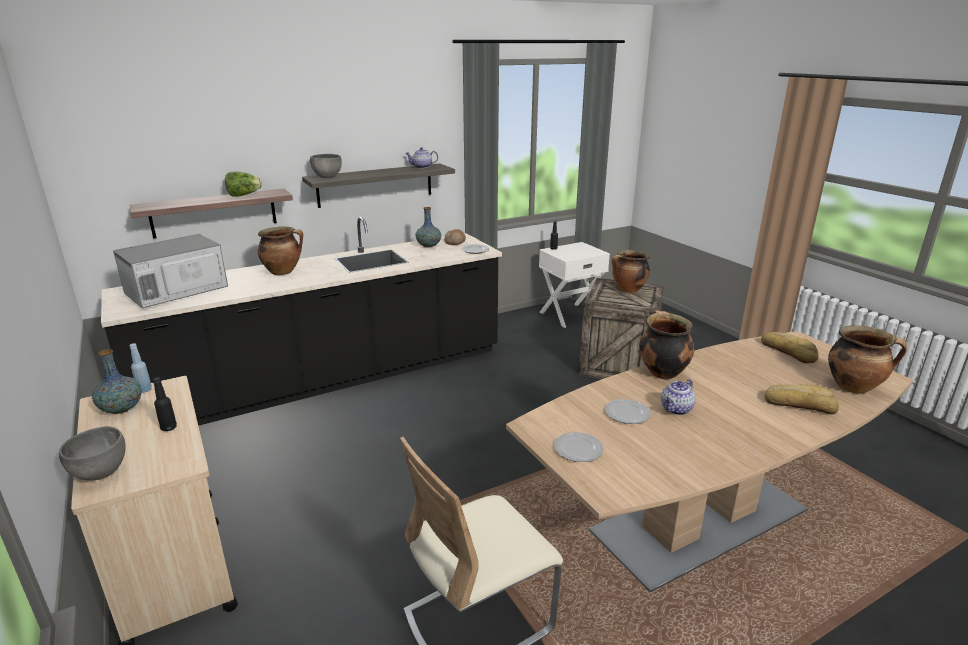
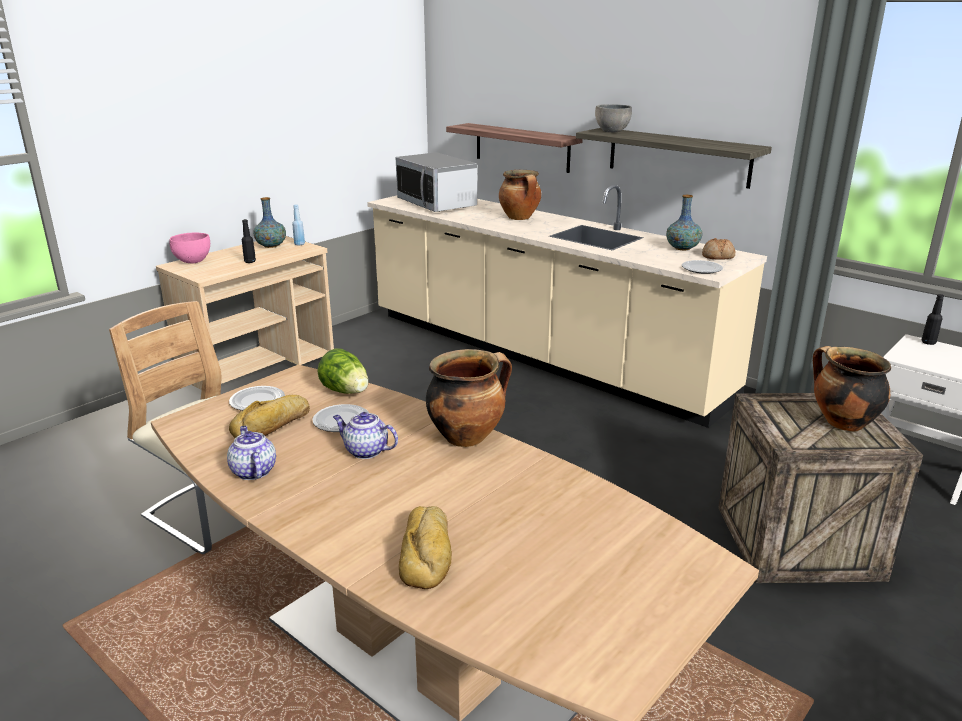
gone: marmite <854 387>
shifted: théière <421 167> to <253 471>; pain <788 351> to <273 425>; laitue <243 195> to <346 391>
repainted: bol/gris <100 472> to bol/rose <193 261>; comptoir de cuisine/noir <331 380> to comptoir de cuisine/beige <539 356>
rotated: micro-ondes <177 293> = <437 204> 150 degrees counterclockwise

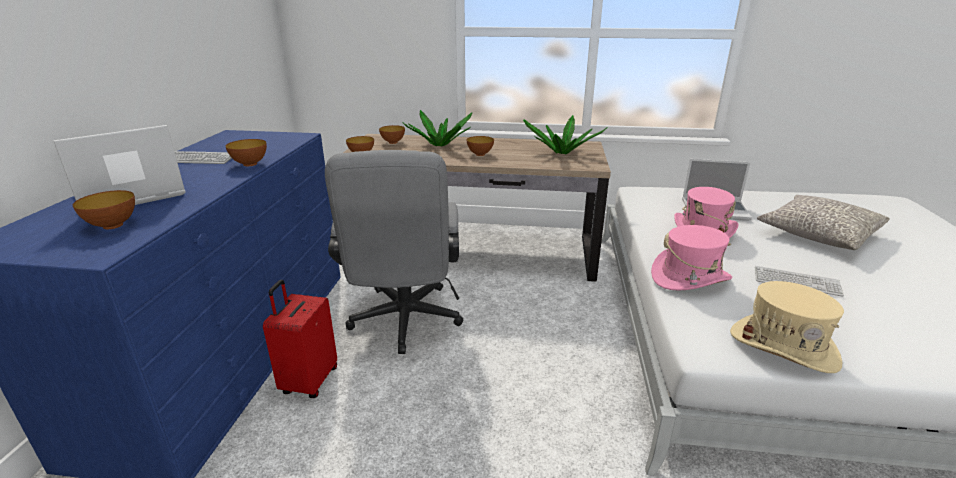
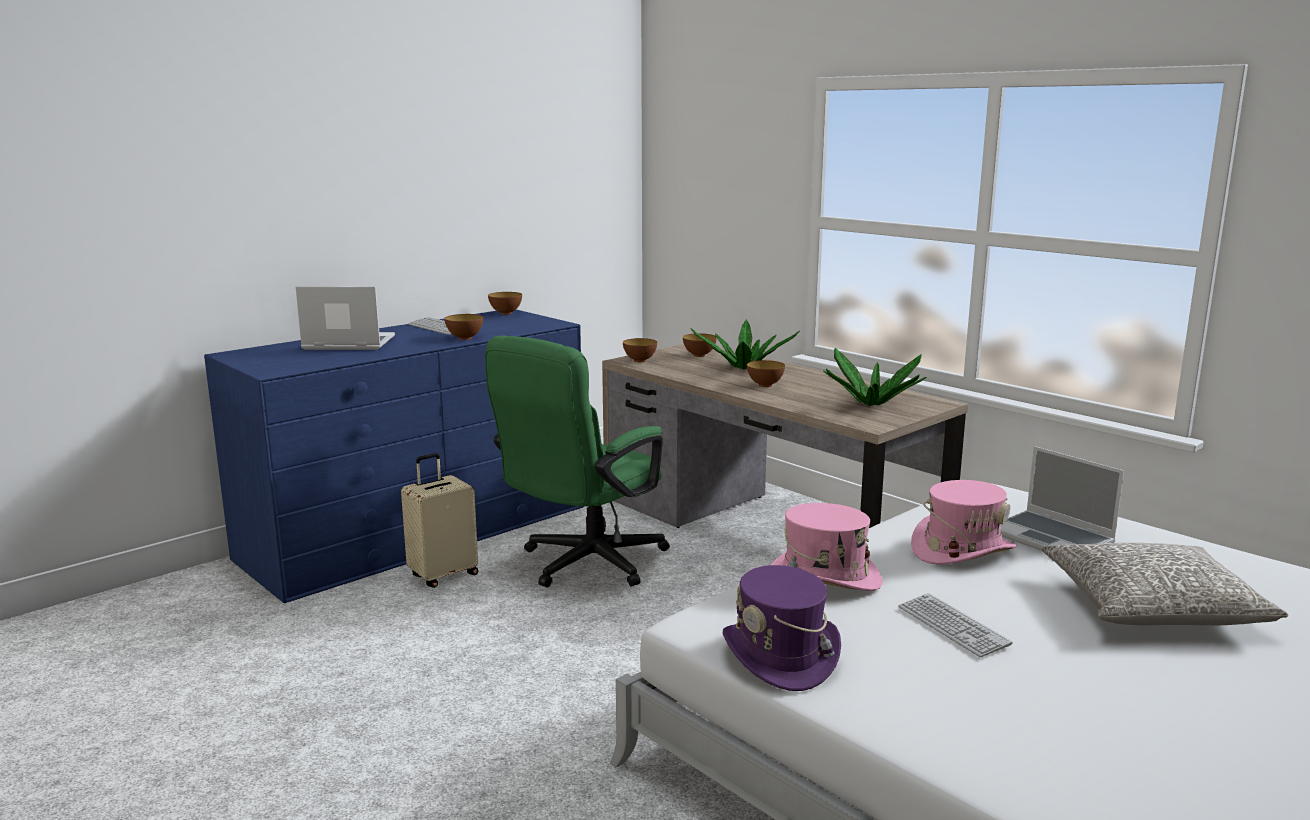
shifted: bol <113 225> to <505 313>
repainted: valise/rouge <309 381> to valise/beige <443 575>; chaise de bureau/gris <404 323> to chaise de bureau/vert <583 565>; chapeau/beige <783 347> to chapeau/violet <781 656>

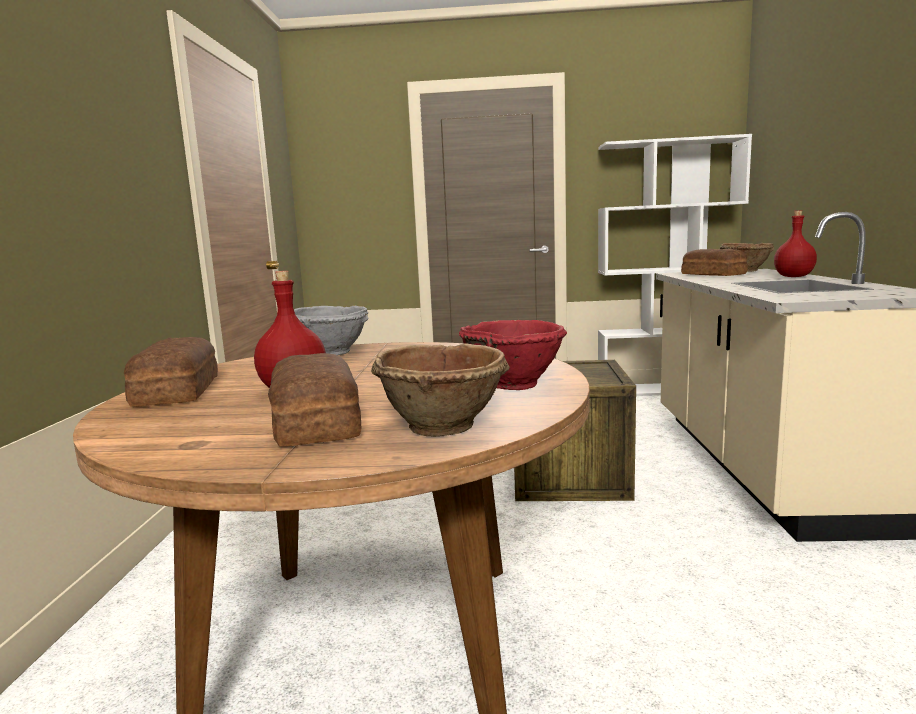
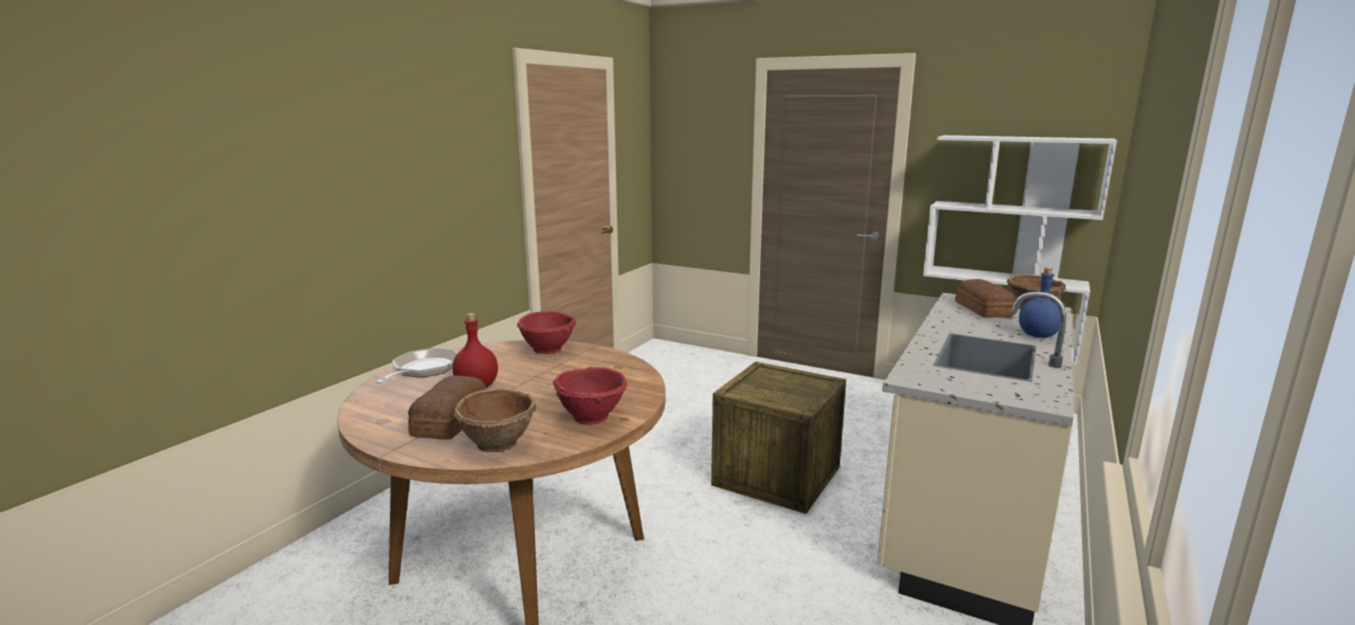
swapped: pain <174 391> to poêle <423 370>
repainted: bol/gris <332 353> to bol/rouge <548 349>; bouteille/rouge <793 276> to bouteille/bleu <1038 335>

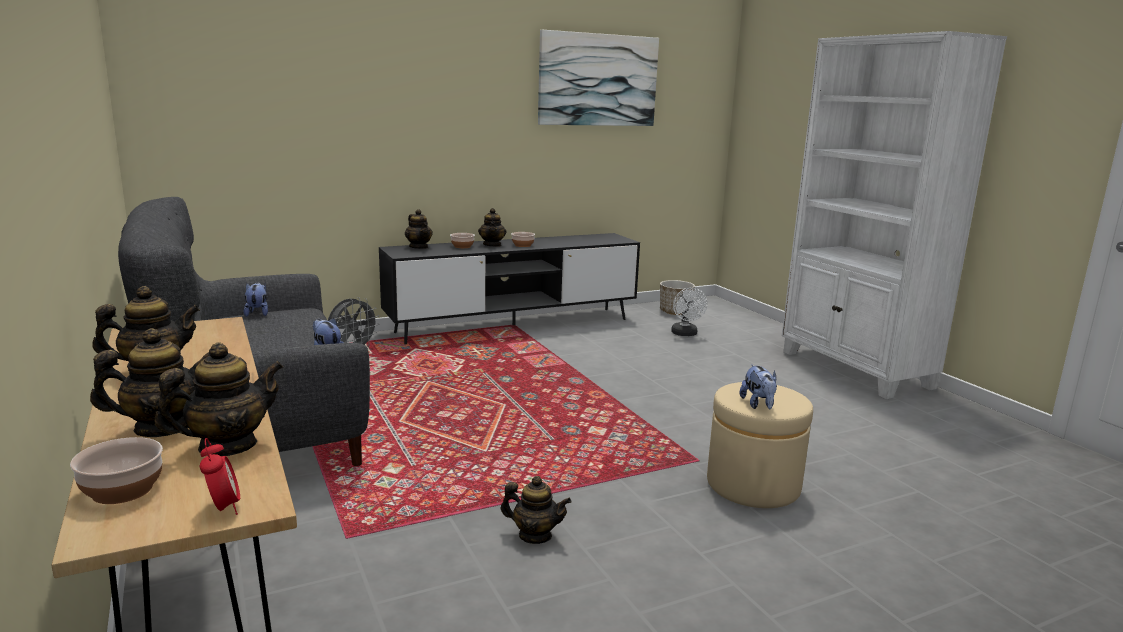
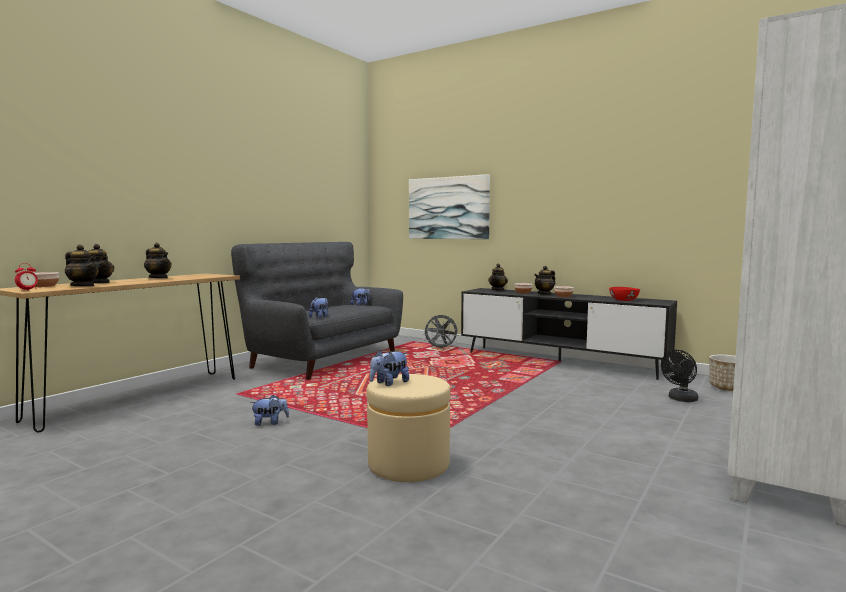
new: bol/rouge <623 300>
shifted: tableau <598 80> to <448 208>
swapped: théière <535 535> to peluche <270 423>
repainted: ventilateur/blanc <685 334> to ventilateur/noir <680 399>

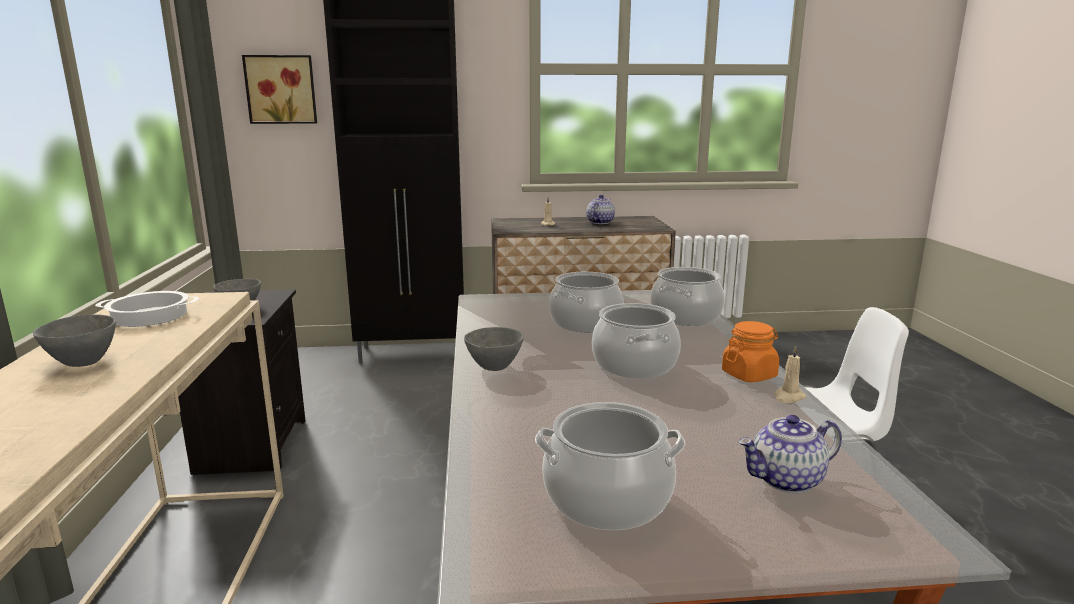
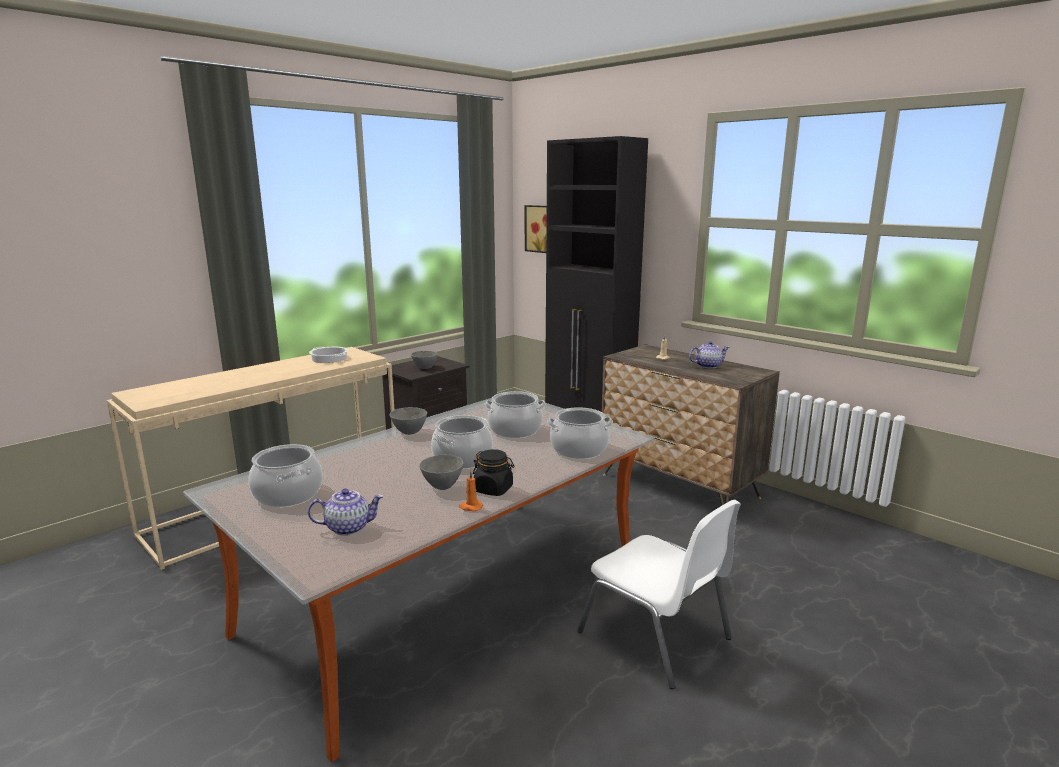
shifted: bol/gris <82 362> to <442 486>
repainted: bougie/beige <788 397> to bougie/orange <470 507>; bocal/orange <749 375> to bocal/noir <493 489>
rotated: théière <786 480> = <348 527> 135 degrees clockwise

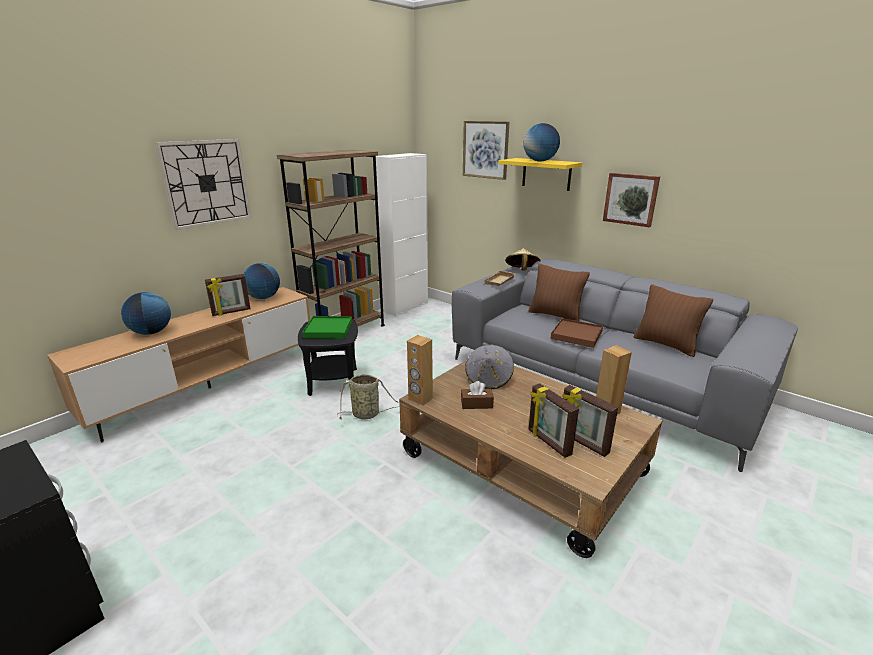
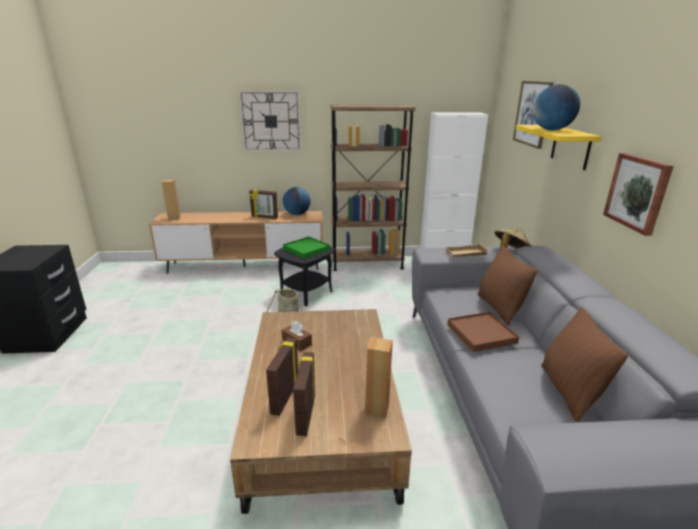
gone: globe <151 332>; chapeau/gris <489 379>
shifted: enceinte/marron <420 399> to <174 218>

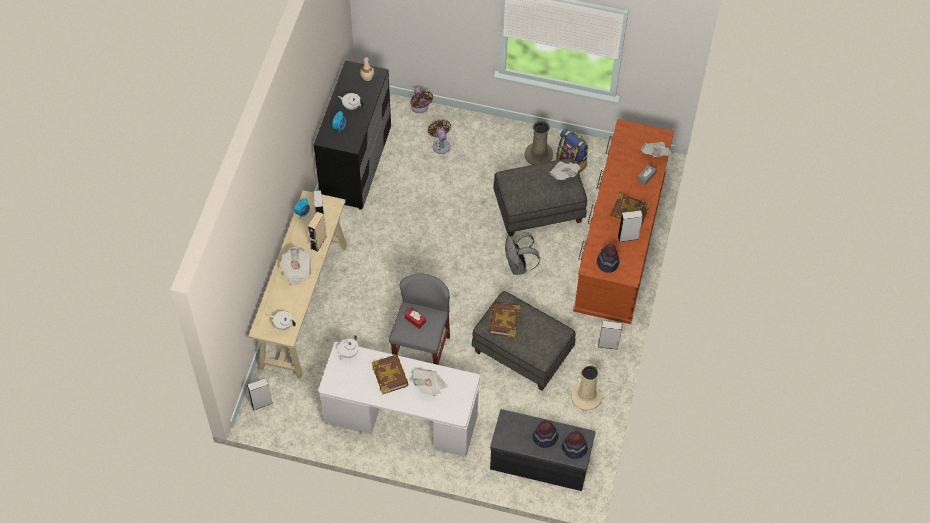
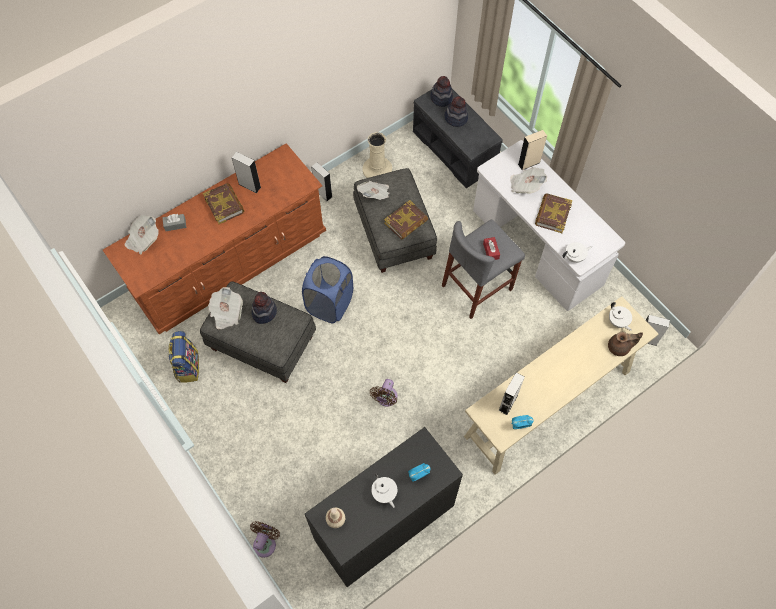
gone: vase/beige <538 154>
new: théière/marron <619 347>
shifted: chapeau <608 263> to <264 312>; journal <297 271> to <375 195>; ventilateur/marron <440 145> to <385 398>; enceinte/beige <318 242> to <529 163>
swapped: sac à dos/gris <518 266> to panier à linge/bleu <330 304>

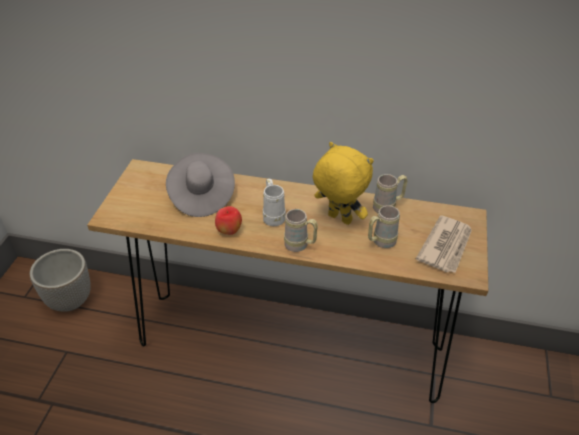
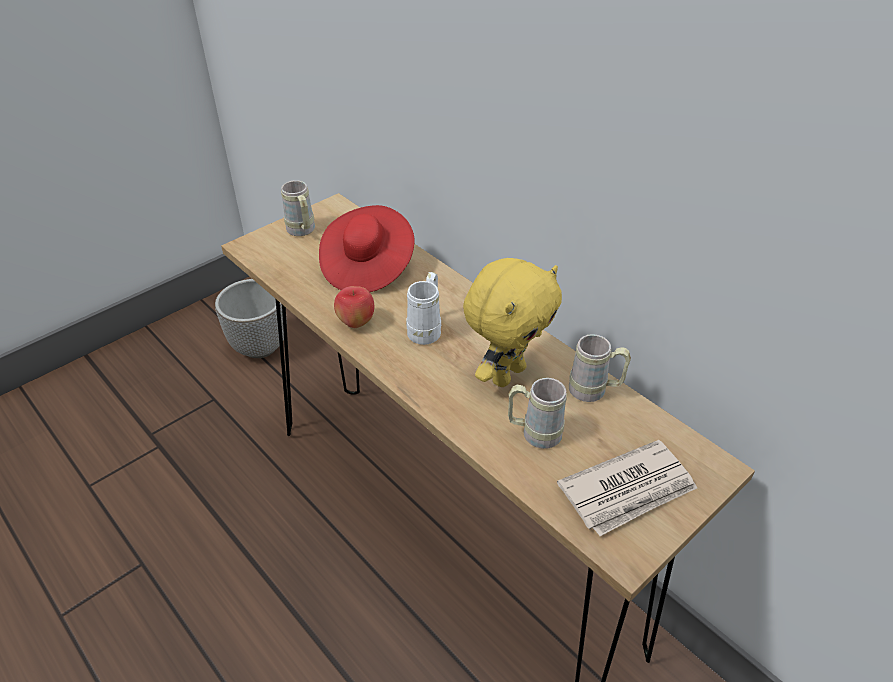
shifted: mug/beige <300 246> to <302 232>
repainted: chapeau/gris <201 196> to chapeau/rouge <367 267>
rotated: peluche/jaune <338 219> = <507 374> 60 degrees clockwise

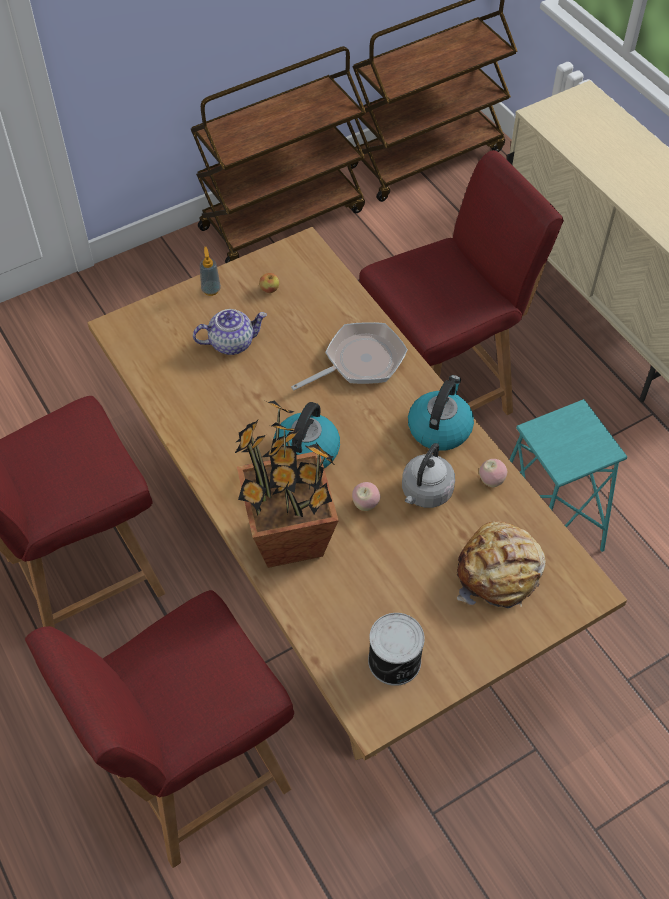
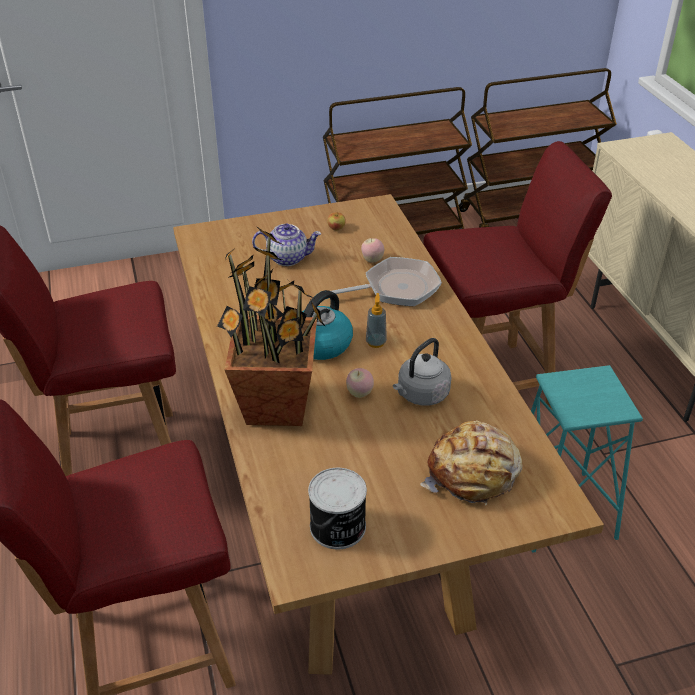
gone: bouilloire <439 428>
shifted: pomme <491 481> to <372 260>; distributeur de savon <211 289> to <376 342>

